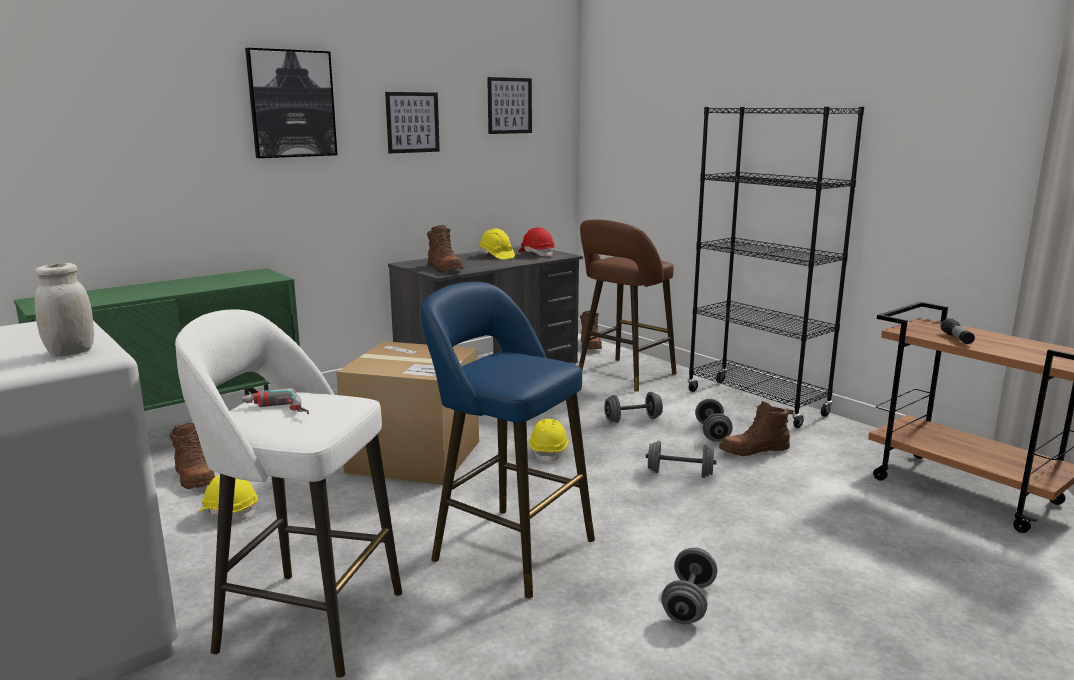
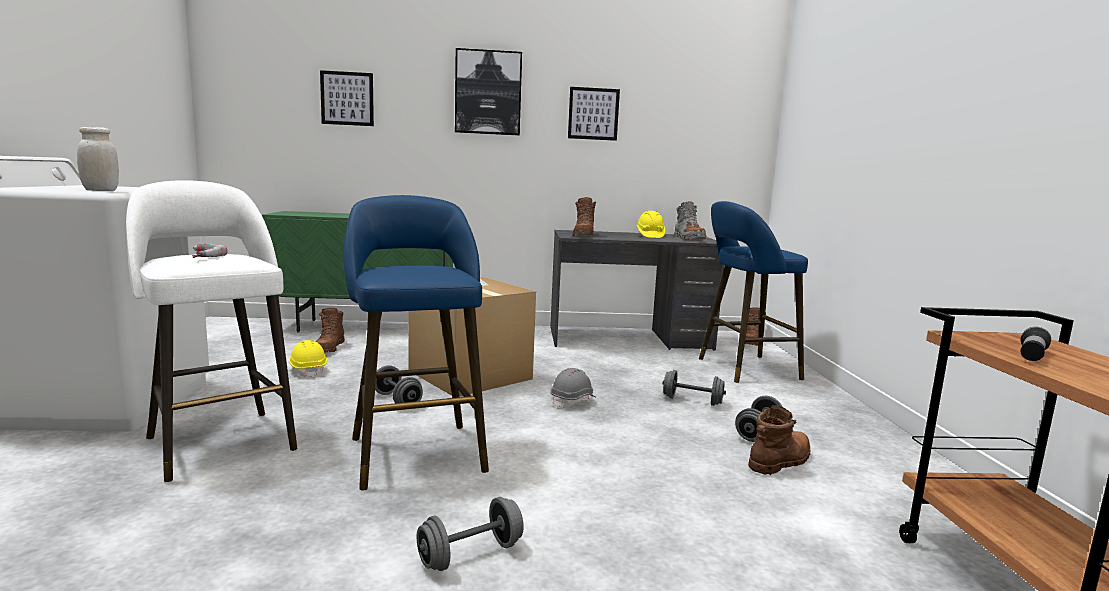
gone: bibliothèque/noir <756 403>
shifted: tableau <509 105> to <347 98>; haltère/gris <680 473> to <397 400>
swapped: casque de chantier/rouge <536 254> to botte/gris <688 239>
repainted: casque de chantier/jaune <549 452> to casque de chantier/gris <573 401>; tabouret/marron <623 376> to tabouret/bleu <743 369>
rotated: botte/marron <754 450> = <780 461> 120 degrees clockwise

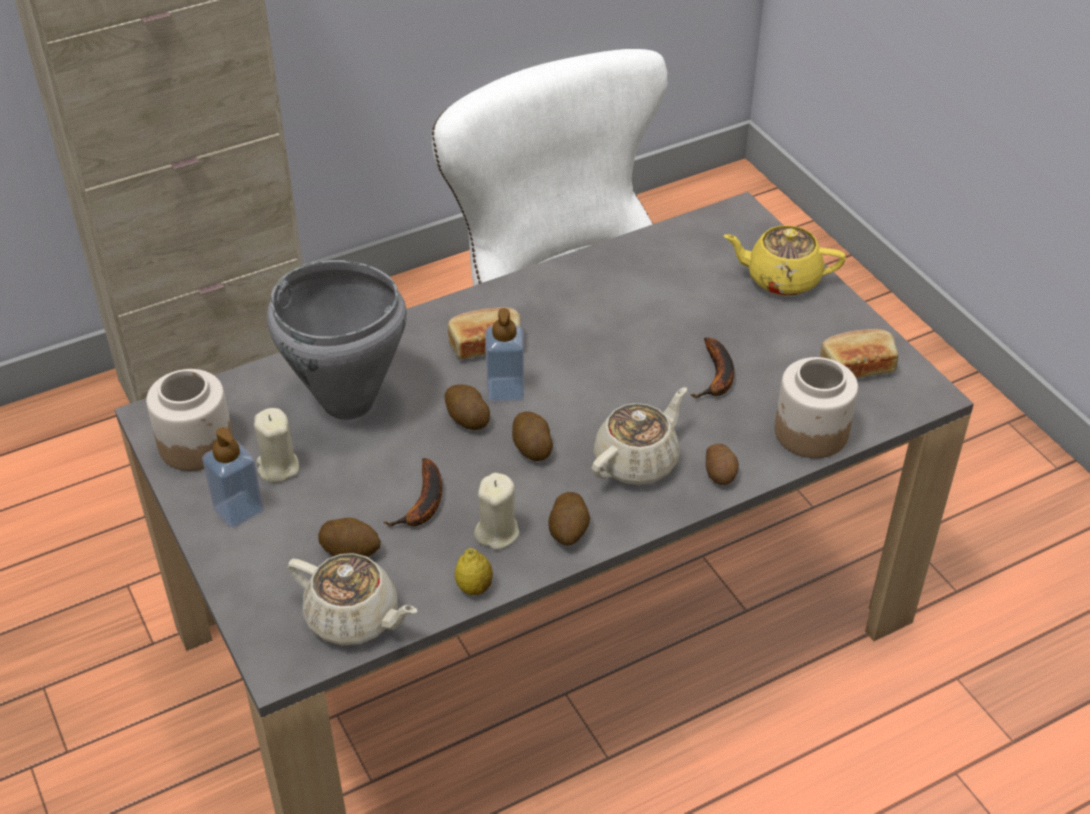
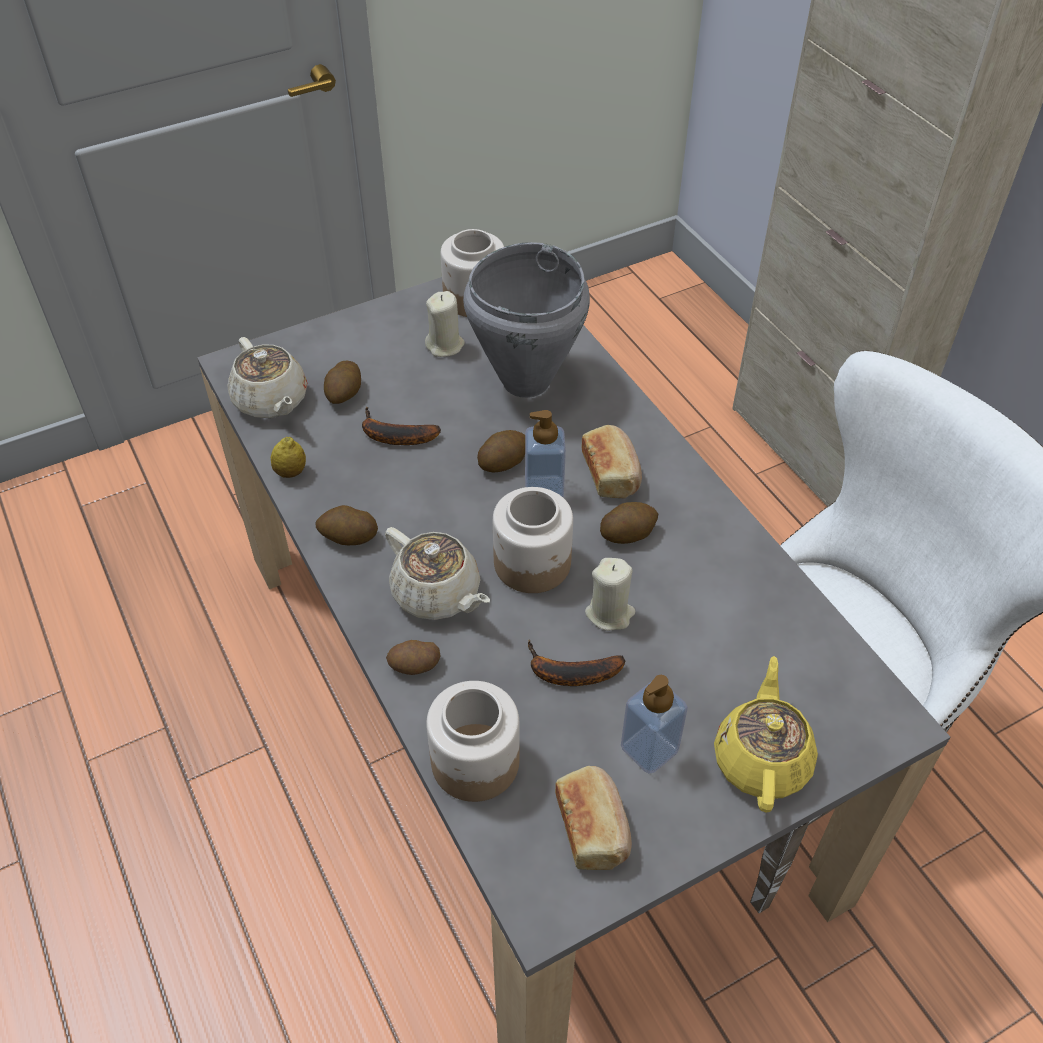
new: bocal <533 563>
shifted: bougie/beige <497 532> to <610 613>; pomme de terre <531 447> to <627 533>; distributeur de savon <238 510> to <649 749>
rotated: théière/beige <354 618> = <271 401> 60 degrees counterclockwise

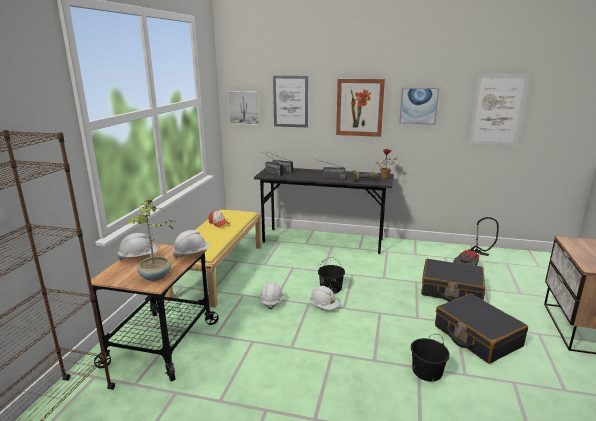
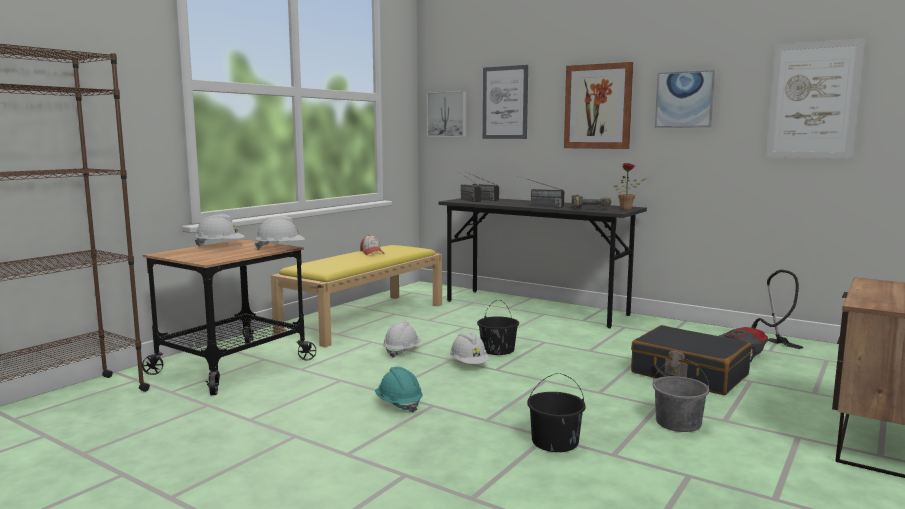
gone: plante en pot <155 277>
new: casque de chantier/turquoise <398 404>
swapped: valise/noir <477 336> to seau/gris <678 423>

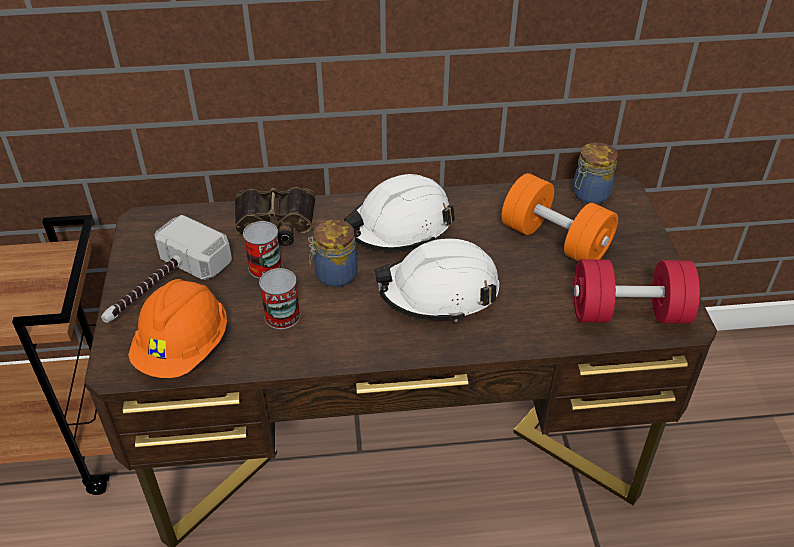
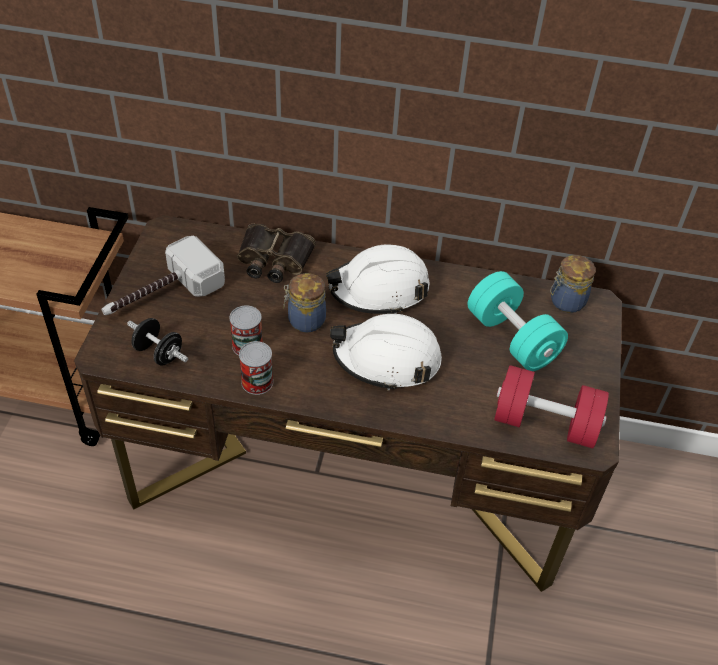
shifted: boîte métallique <265 267> to <257 382>
swapped: casque de chantier/orange <184 349> to haltère/noir <159 353>
repainted: haltère/orange <555 240> to haltère/turquoise <512 338>

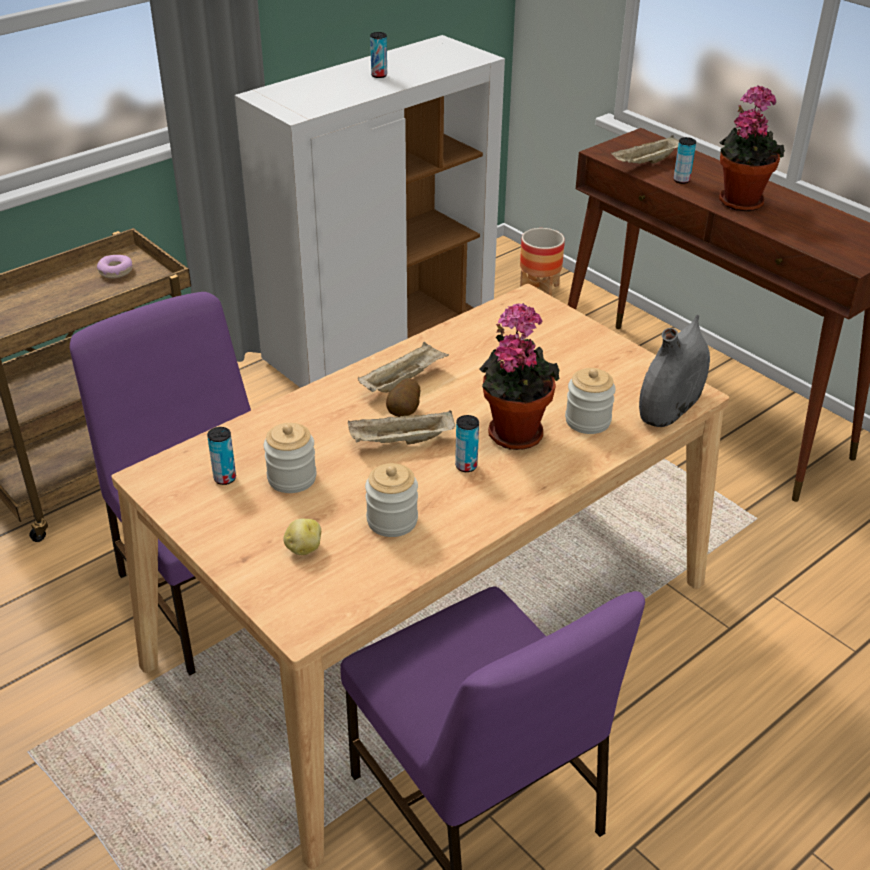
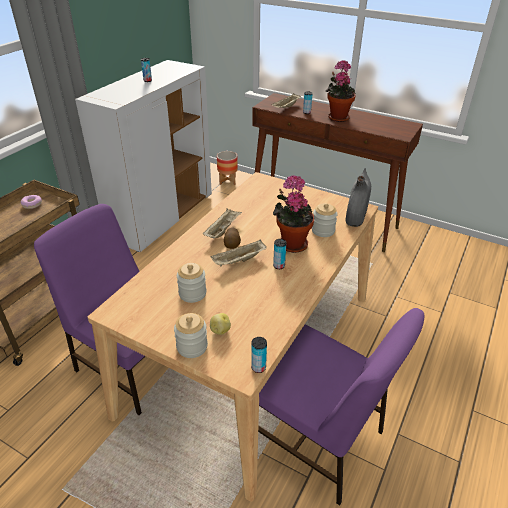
shifted: bocal <392 520> to <192 346>; boîte métallique <225 478> to <258 367>

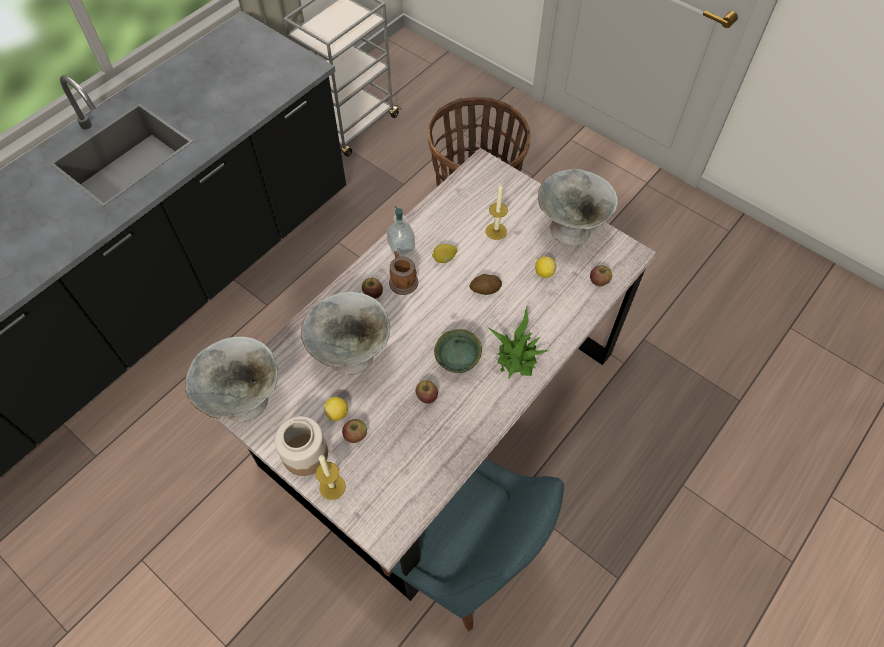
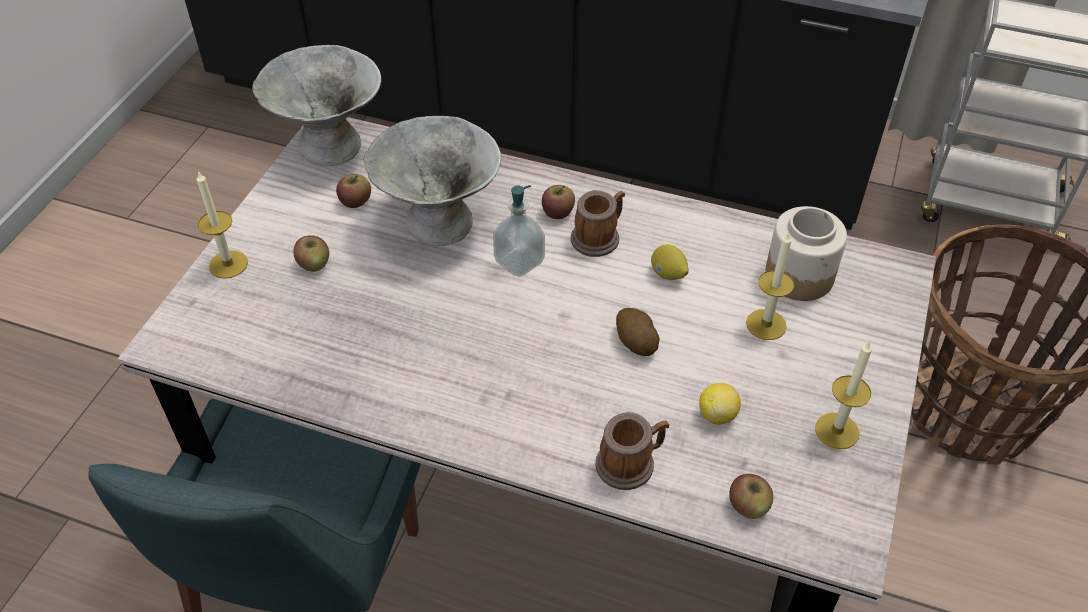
gone: citron <337 413>; bol/vert <459 362>; plante en pot <517 355>
new: mug <631 463>
shifted: pomme <426 396> to <355 201>; distributeur de savon <401 247> to <519 261>; bocal <305 454> to <799 275>
swapped: bol/gris <569 231> to bougie <837 431>

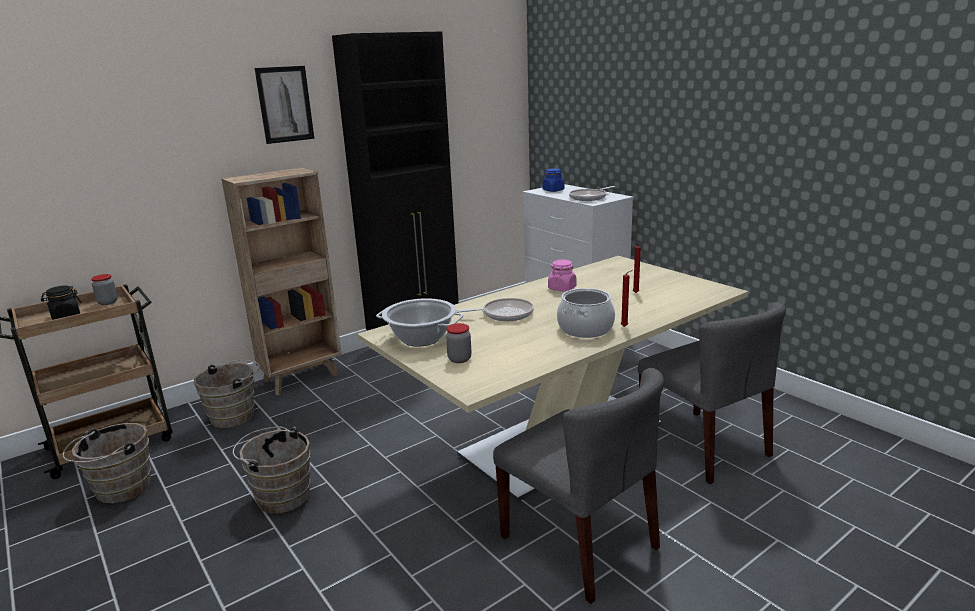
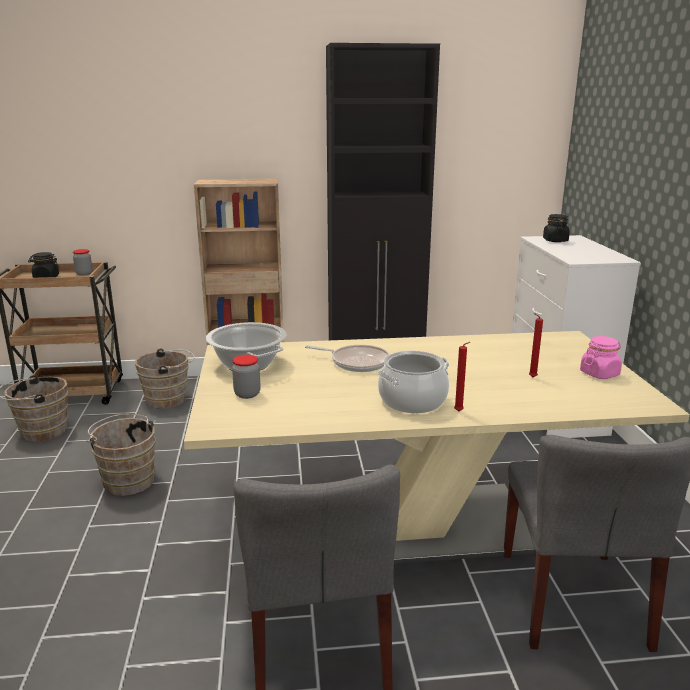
gone: tableau <285 104>; poêle <589 197>
shifted: bocal/rose <562 288> to <599 374>
repainted: bocal/bleu <553 190> to bocal/noir <555 240>

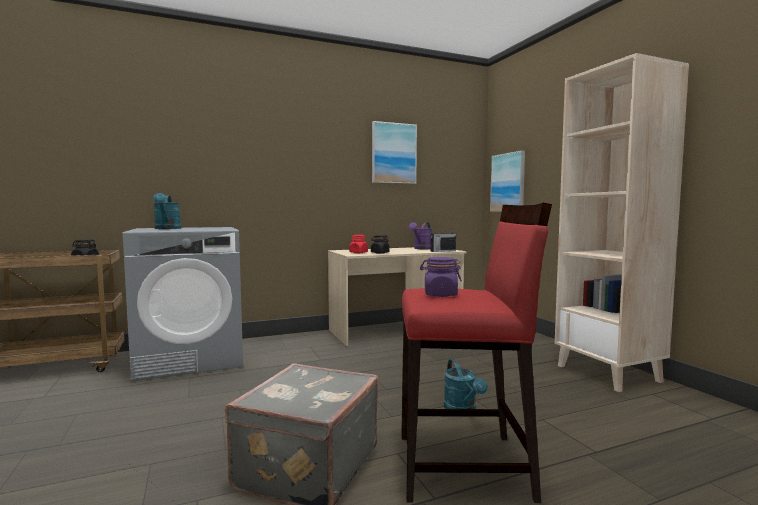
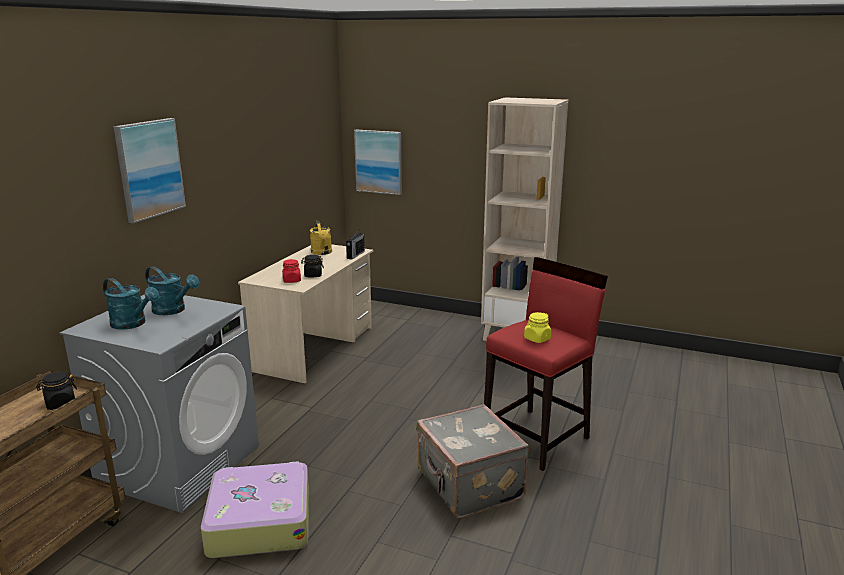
new: valise <259 521>
shifted: tableau <393 153> to <149 169>; arrosoir/turquoise <462 409> to <173 310>
repainted: arrosoir/violet <422 248> to arrosoir/jaune <322 253>; bocal/violet <440 295> to bocal/jaune <537 339>

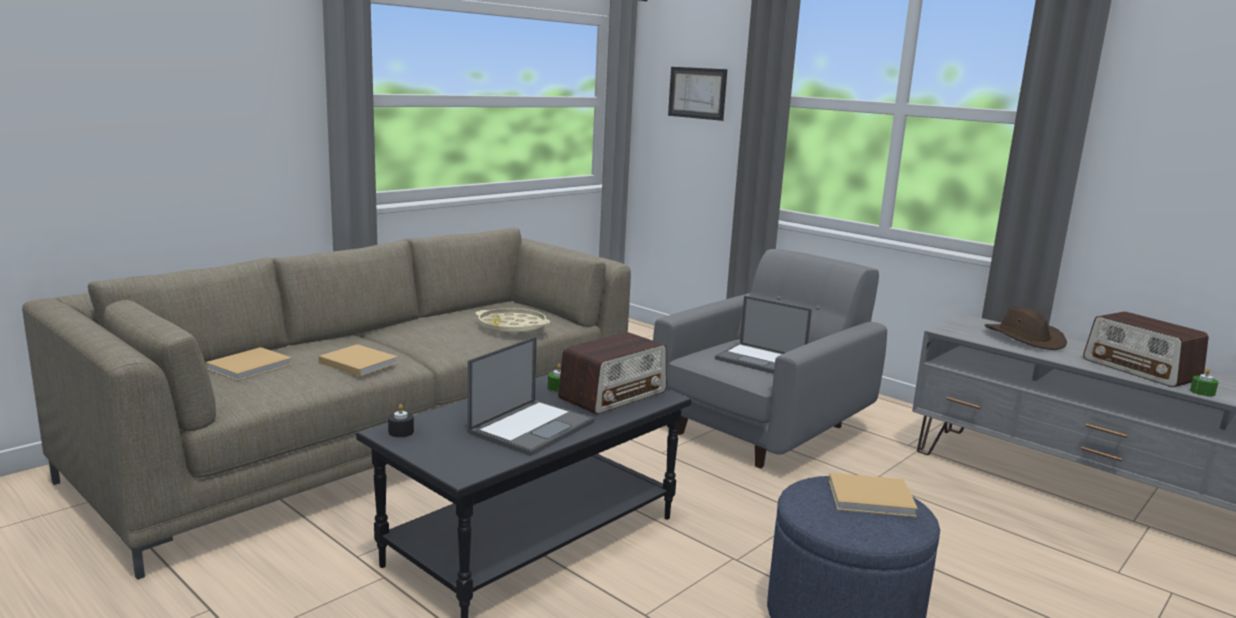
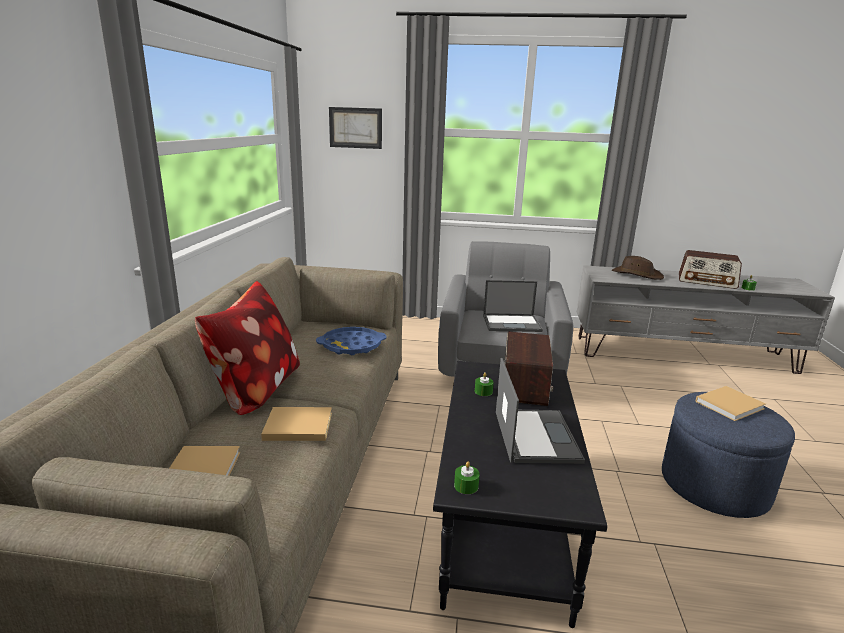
new: coussin <255 390>
repainted: plateau/beige <512 327> to plateau/bleu <352 346>; bougie/noir <401 432> to bougie/vert <466 486>

